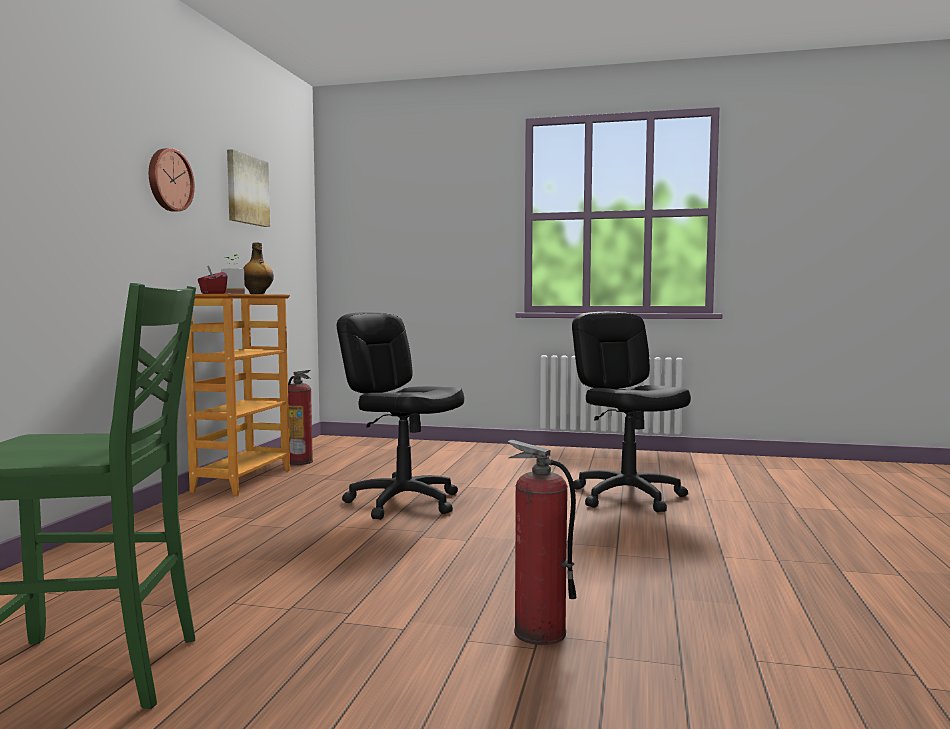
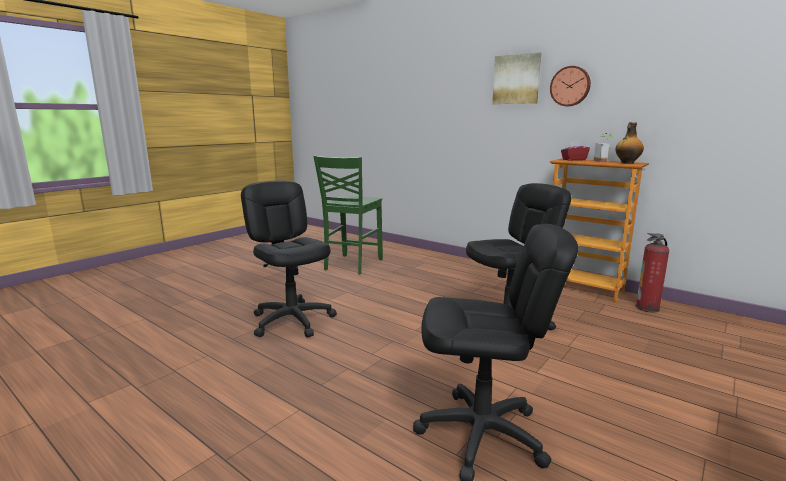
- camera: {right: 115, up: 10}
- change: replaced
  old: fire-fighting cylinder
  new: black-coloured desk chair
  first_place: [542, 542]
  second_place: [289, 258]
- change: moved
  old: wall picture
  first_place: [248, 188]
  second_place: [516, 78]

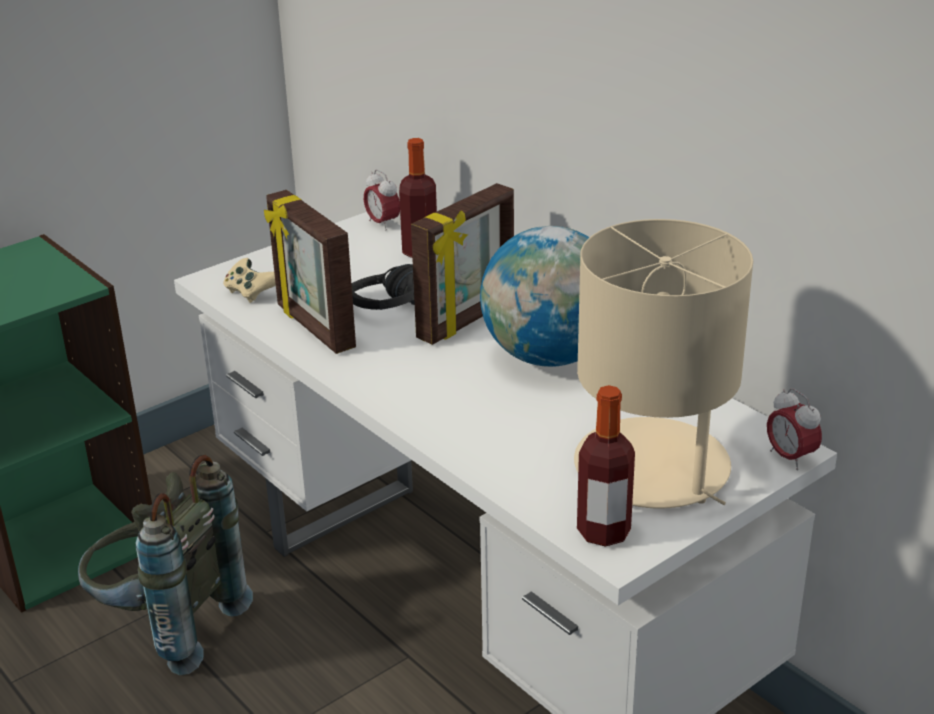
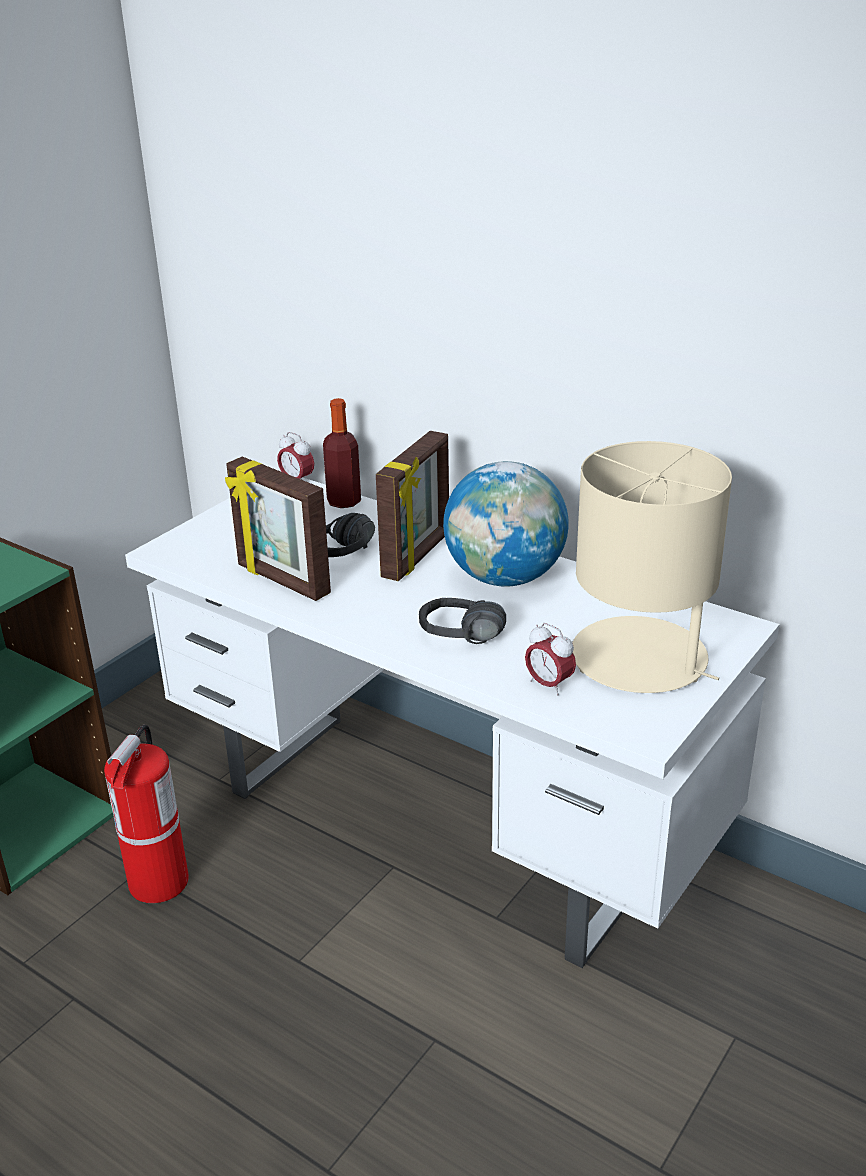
- camera: {right: -15, up: 0}
- change: replaced
  old: greyish knapsack
  new: fire-fighting cylinder
  first_place: [165, 565]
  second_place: [146, 814]
- change: added
  new: black-coloured headphones
  second_place: [462, 621]
- change: moved
  old: table clock
  first_place: [794, 429]
  second_place: [550, 659]
- change: removed
  old: sand-coloured joypad
  first_place: [249, 280]
- change: removed
  old: beverage bottle
  first_place: [606, 466]

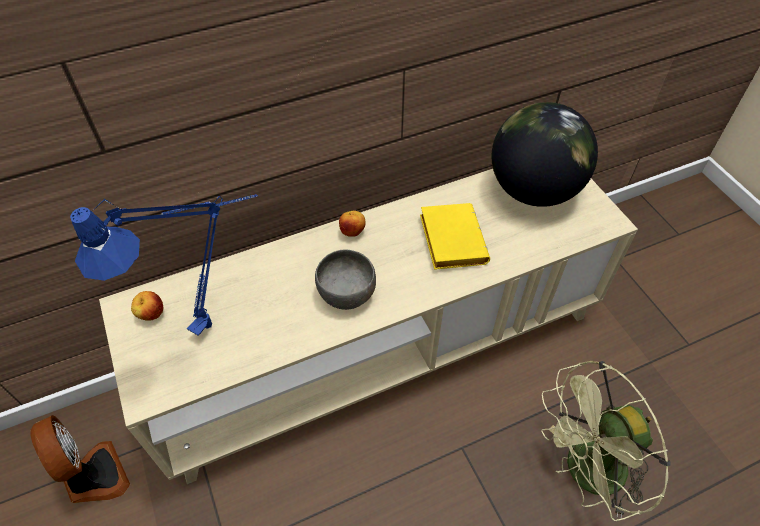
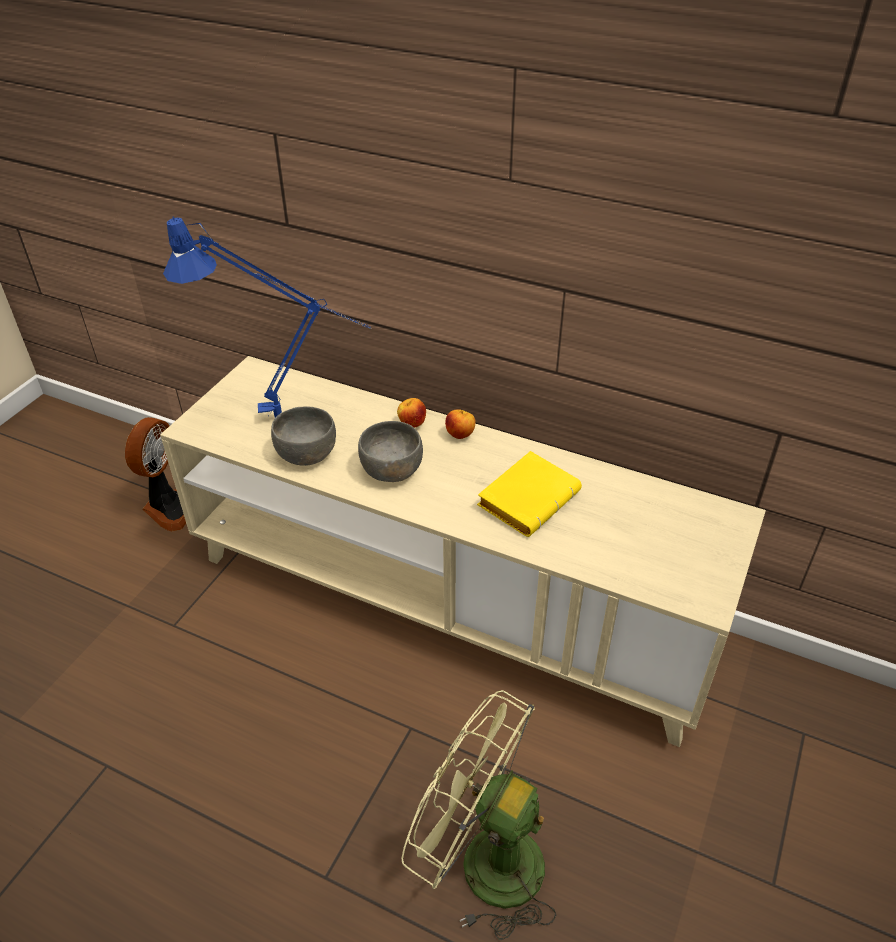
- camera: {right: 50, up: -10}
- change: added
  new: greyish serving bowl
  second_place: [303, 436]
- change: moved
  old: apple
  first_place: [147, 306]
  second_place: [411, 413]
- change: removed
  old: world globe
  first_place: [545, 154]

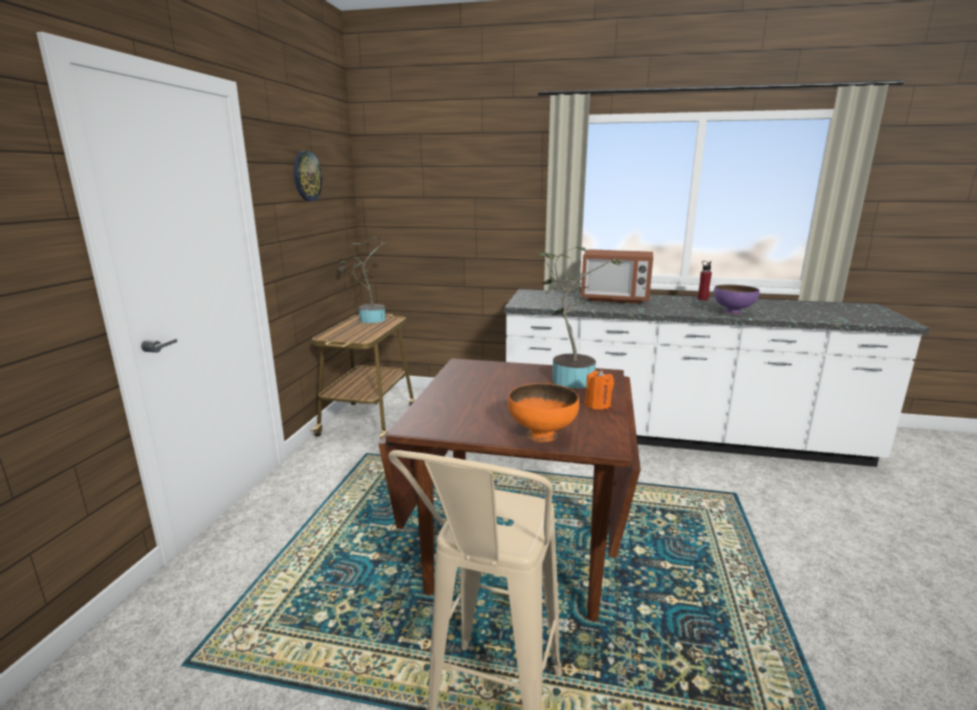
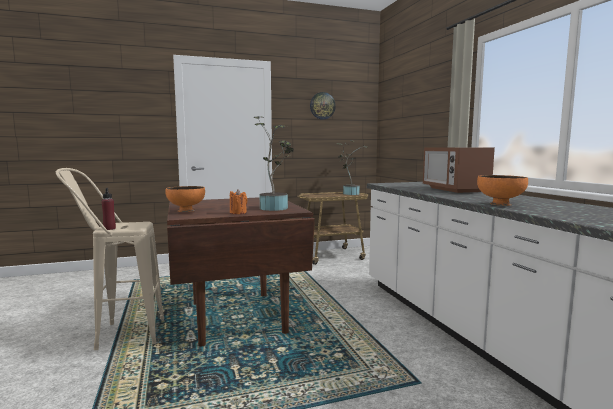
- camera: {right: 60, up: -10}
- change: moved
  old: reddish beverage bottle
  first_place: [704, 280]
  second_place: [108, 209]
- change: recoloured
  old: purple serving bowl
  new: orange serving bowl
  first_place: [736, 299]
  second_place: [502, 190]

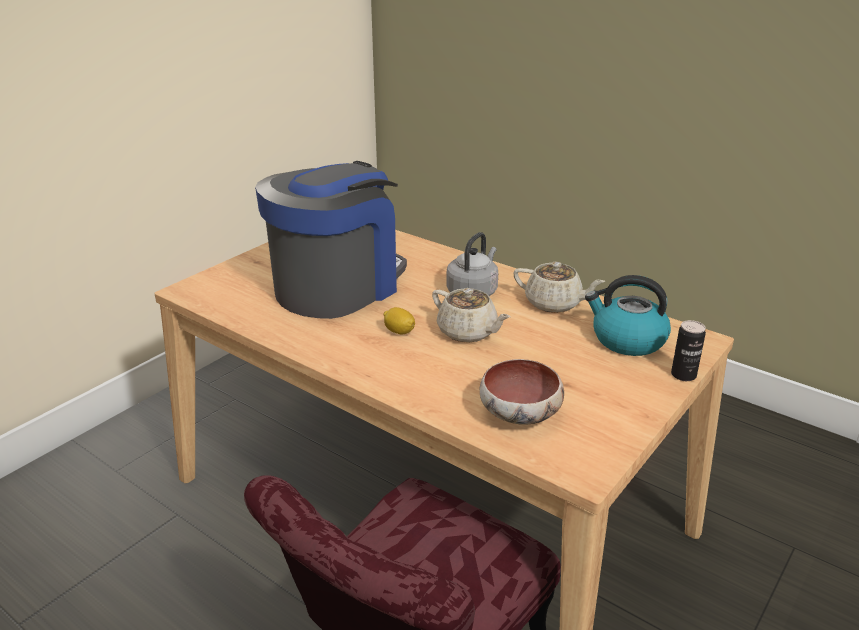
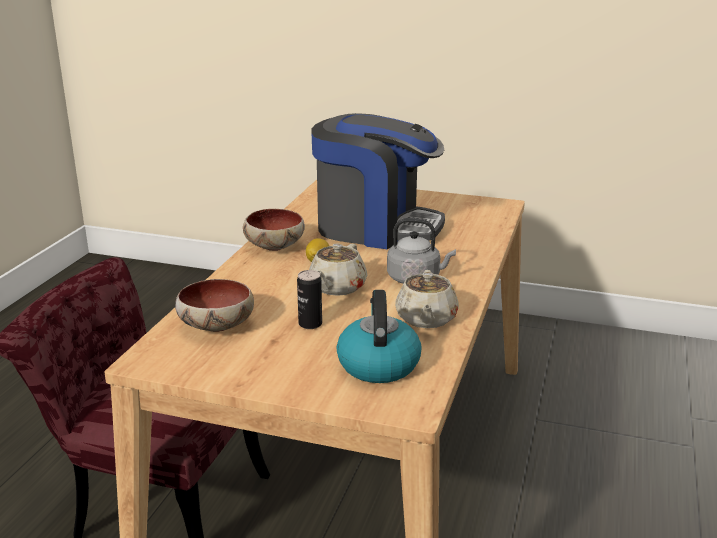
- camera: {right: 70, up: -5}
- change: added
  new: serving bowl
  second_place: [274, 230]
- change: moved
  old: metal can
  first_place: [688, 350]
  second_place: [309, 299]

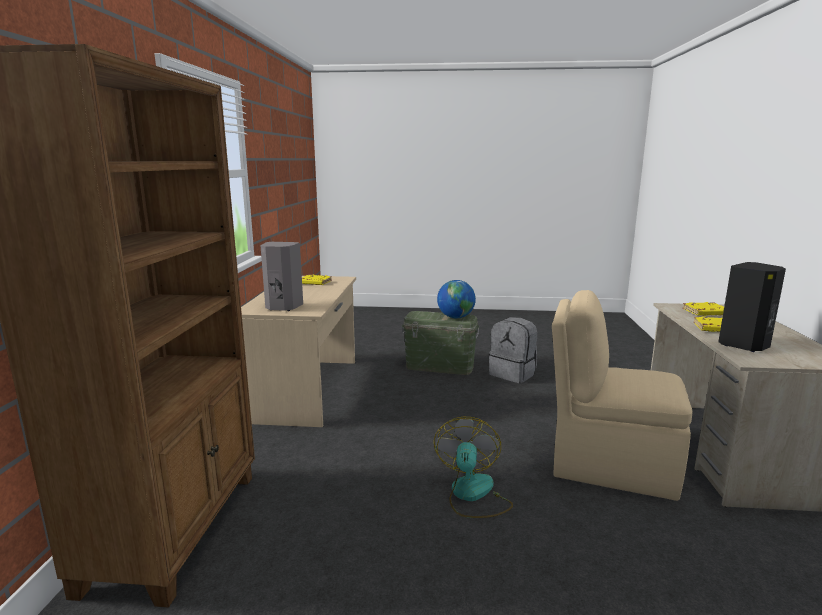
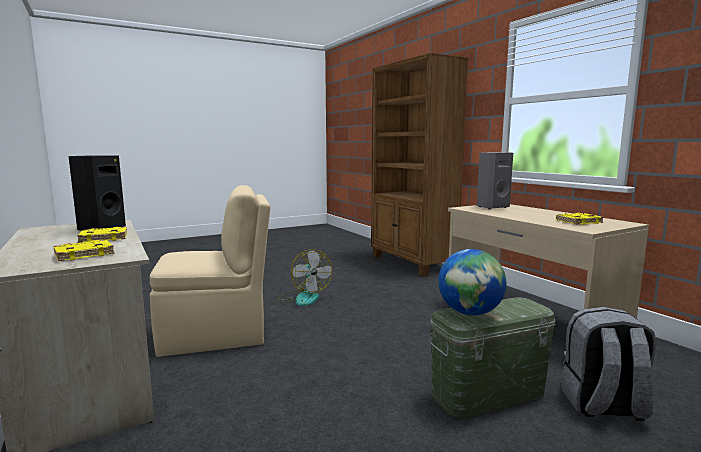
- camera: {right: 145, up: -5}
- change: moved
  old: greyish knapsack
  first_place: [513, 350]
  second_place: [609, 364]

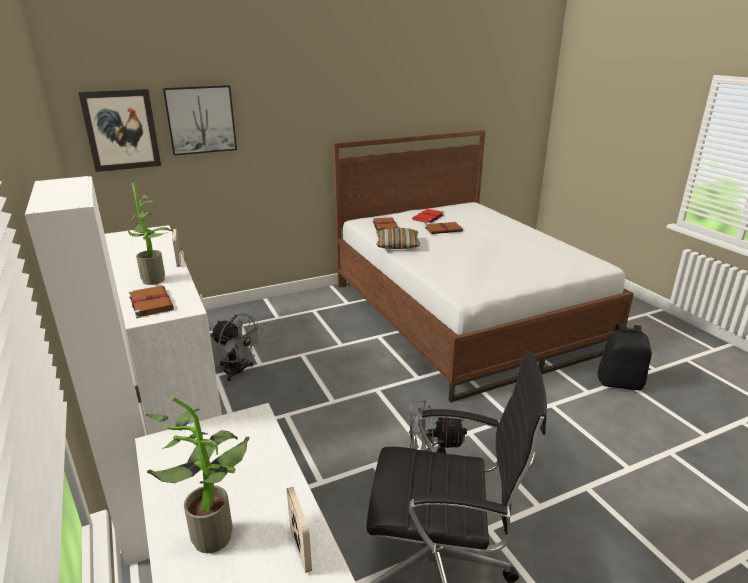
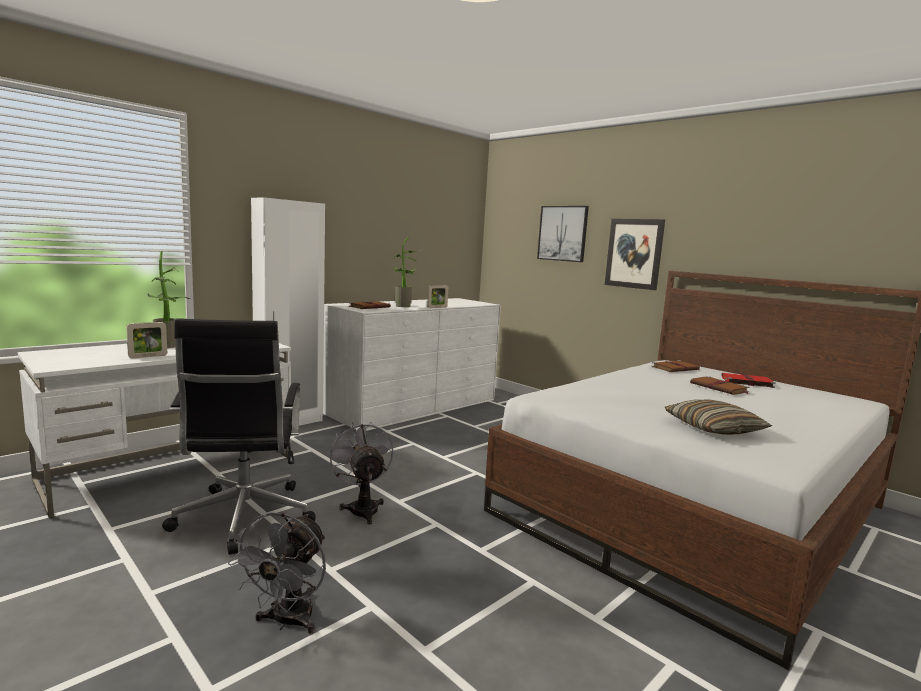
- camera: {right: 70, up: -15}
- change: moved
  old: greyish fan
  first_place: [236, 347]
  second_place: [277, 573]
- change: moved
  old: wall picture
  first_place: [119, 130]
  second_place: [635, 254]
- change: moved
  old: cushion
  first_place: [398, 238]
  second_place: [718, 417]
- change: removed
  old: black-coloured knapsack
  first_place: [624, 357]

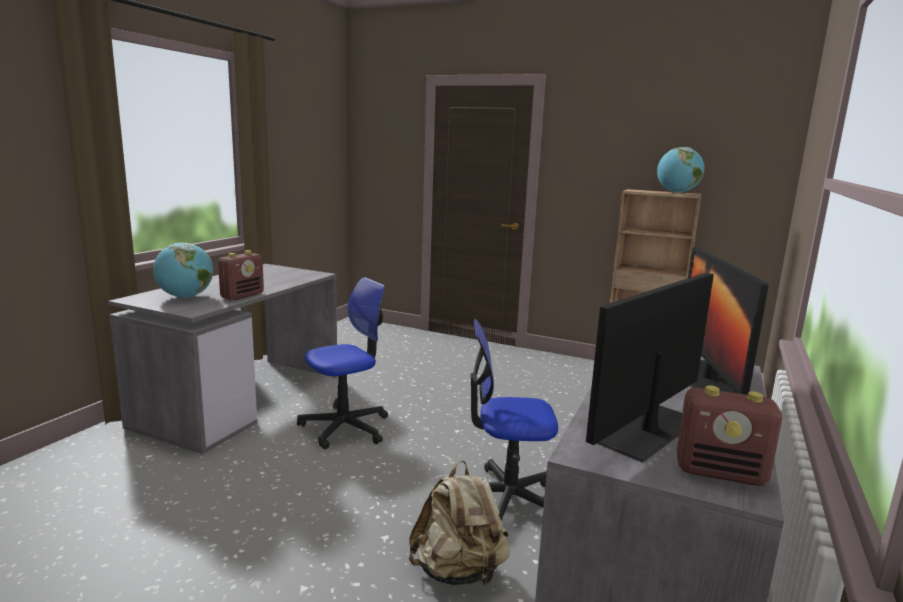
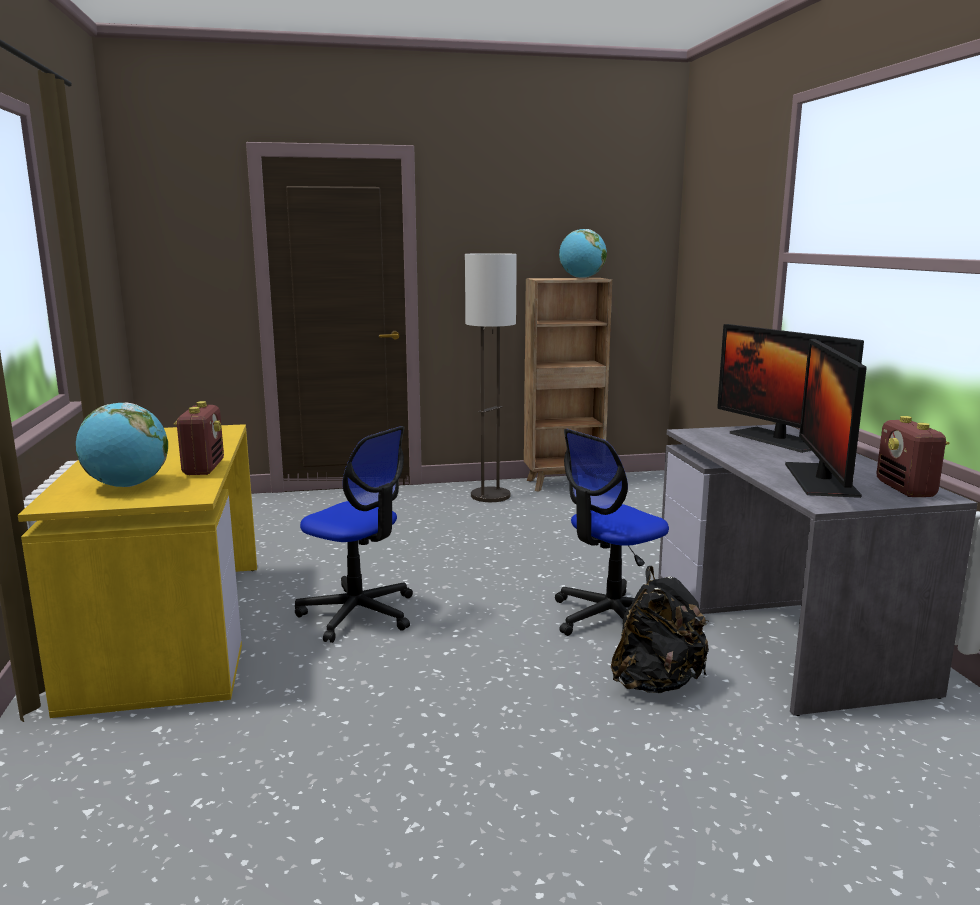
- camera: {right: -35, up: 0}
- change: recoloured
  old: greyish desk table
  new: yellow-coloured desk table
  first_place: [222, 359]
  second_place: [137, 571]
- change: turned
  old: desk chair
  first_place: [342, 363]
  second_place: [354, 534]
  degrees: 105
- change: added
  new: standard lamp
  second_place: [491, 377]
- change: recoloured
  old: sand-coloured knapsack
  new: black-coloured knapsack
  first_place: [459, 523]
  second_place: [660, 629]
- change: turned
  old: radio receiver
  first_place: [729, 435]
  second_place: [912, 456]
  degrees: 105

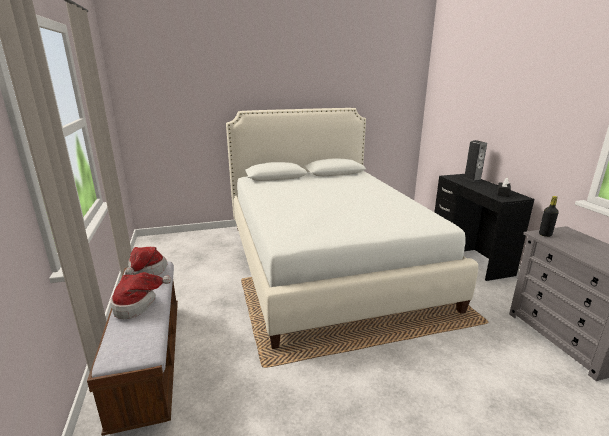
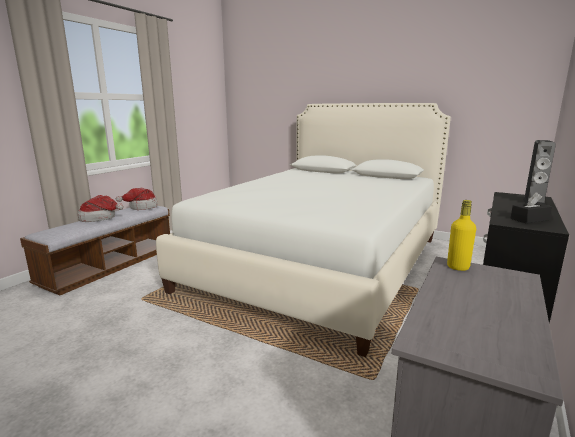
- camera: {right: 45, up: -5}
- change: recoloured
  old: black-coloured beverage bottle
  new: yellow-coloured beverage bottle
  first_place: [549, 216]
  second_place: [461, 235]

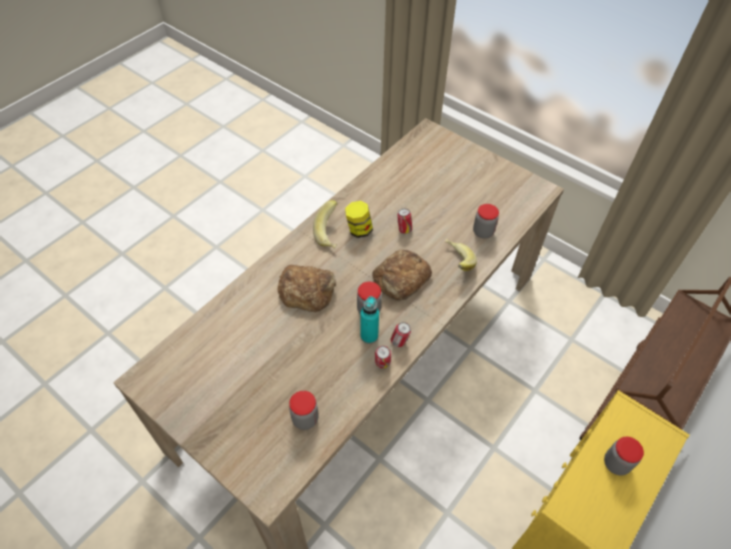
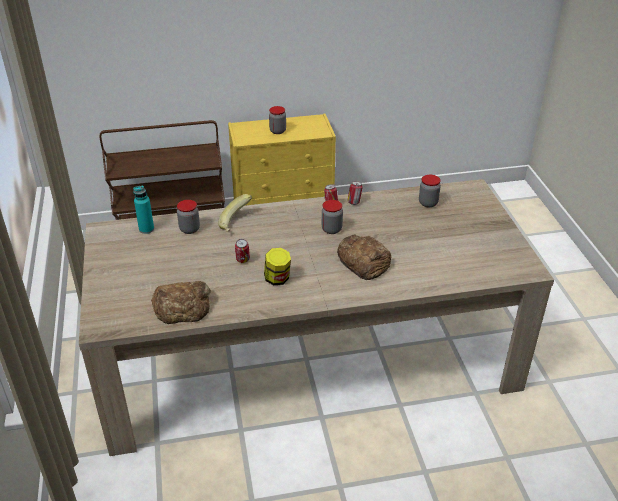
- camera: {right: -140, up: -15}
- change: moved
  old: blue-green beverage bottle
  first_place: [369, 320]
  second_place: [143, 210]
- change: moved
  old: bakery bread
  first_place: [402, 275]
  second_place: [181, 302]
- change: removed
  old: whole banana
  first_place: [325, 224]

